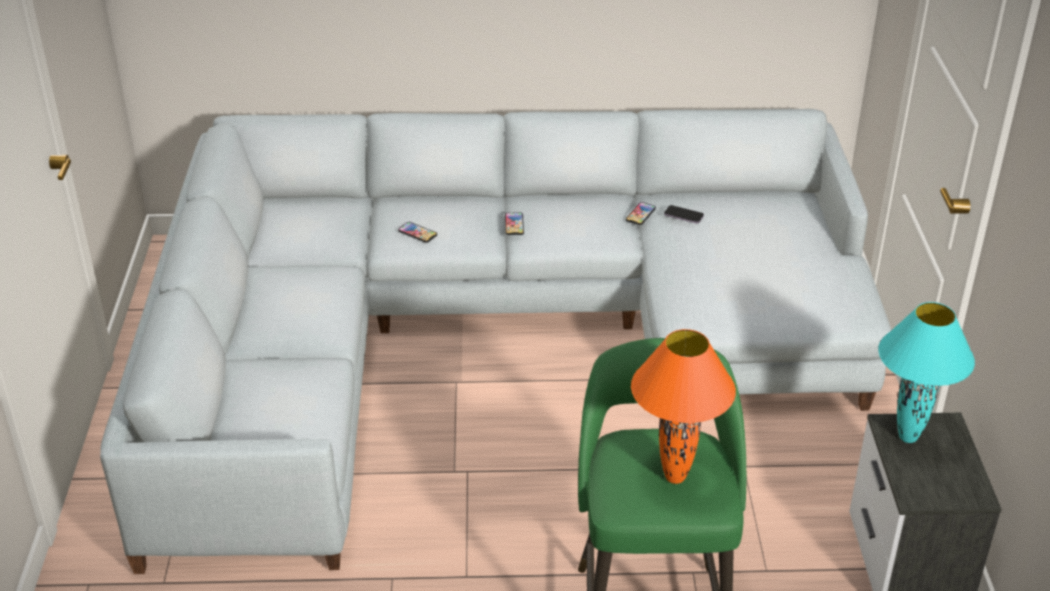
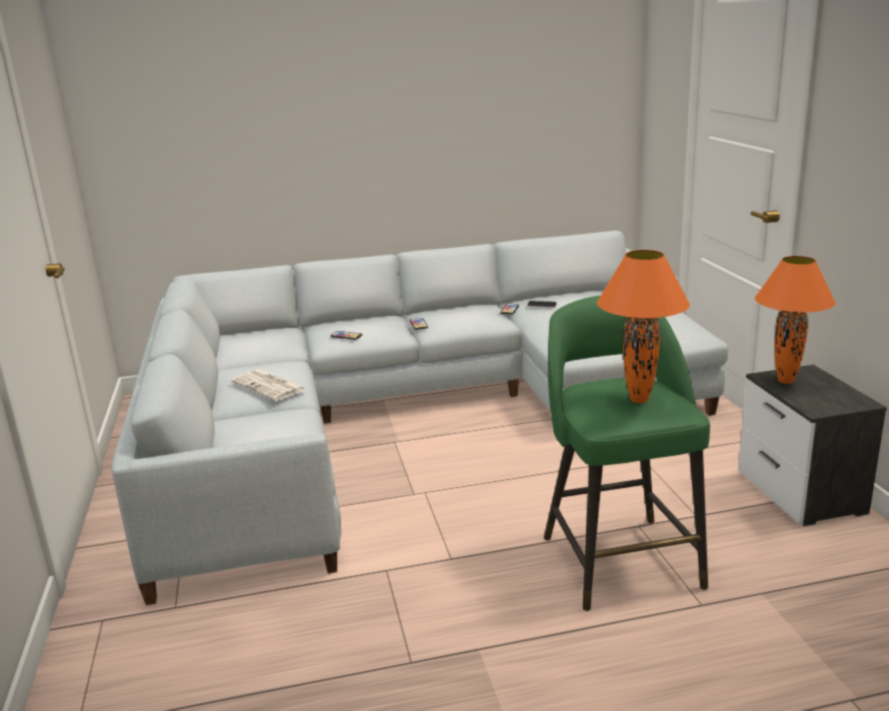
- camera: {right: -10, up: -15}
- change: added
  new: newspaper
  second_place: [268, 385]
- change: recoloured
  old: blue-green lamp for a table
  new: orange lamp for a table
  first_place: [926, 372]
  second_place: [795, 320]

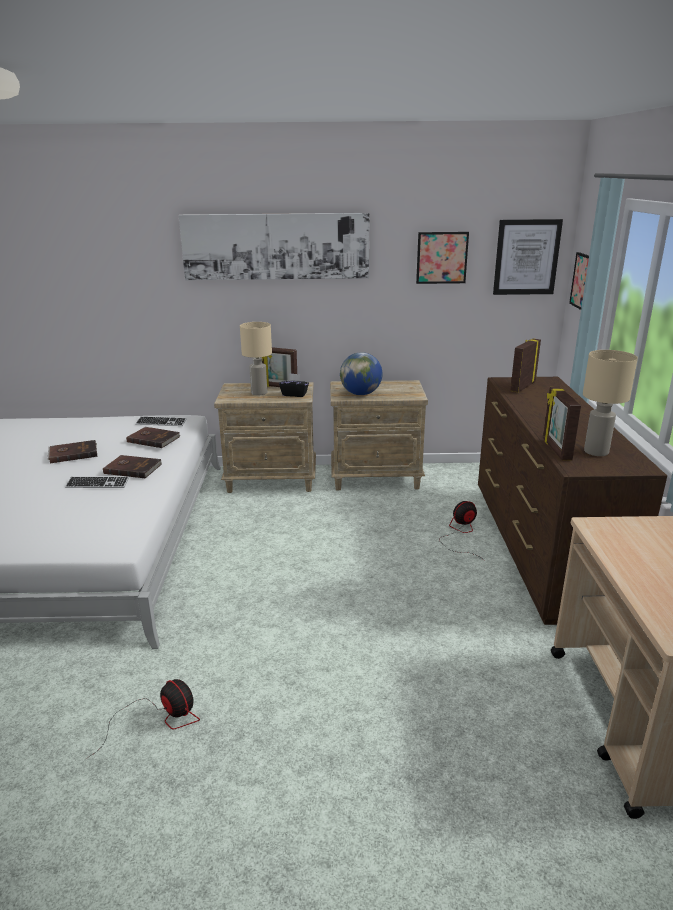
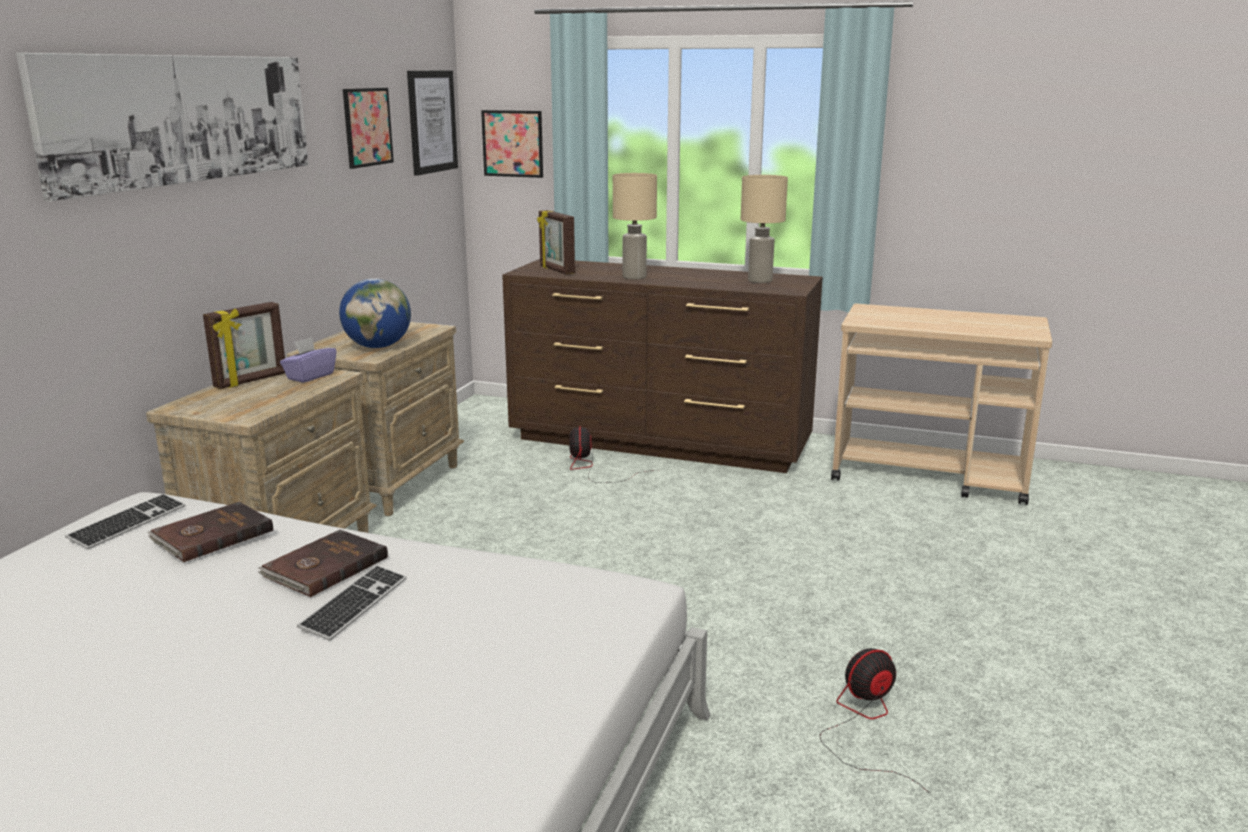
- camera: {right: -70, up: -5}
- change: recoloured
  old: black-coloured tissue box
  new: purple tissue box
  first_place: [294, 385]
  second_place: [308, 360]
- change: moved
  old: sand-coloured lamp for a table
  first_place: [256, 358]
  second_place: [635, 226]
- change: removed
  old: brown-coloured book
  first_place: [72, 451]
- change: removed
  old: photo frame
  first_place: [562, 424]

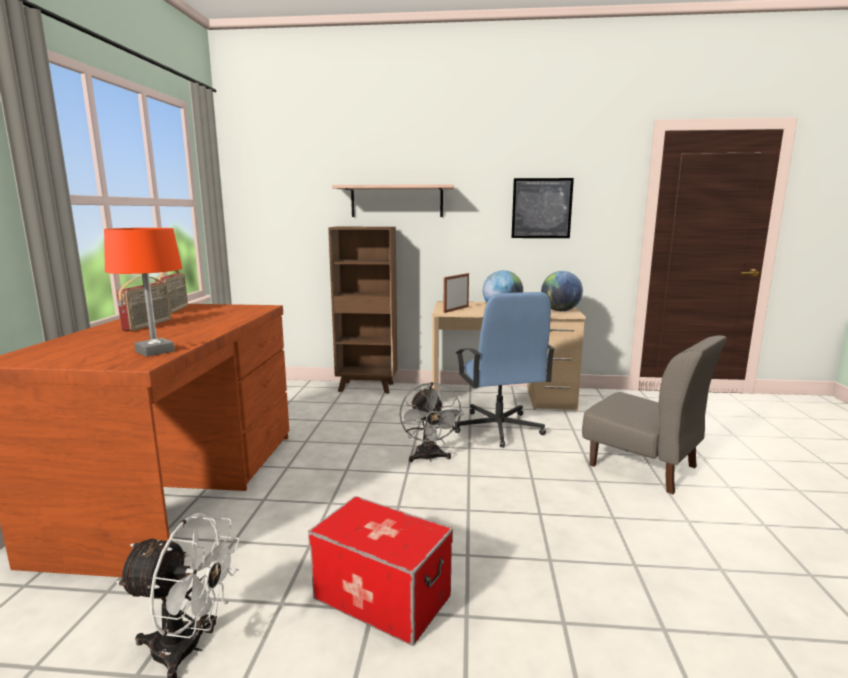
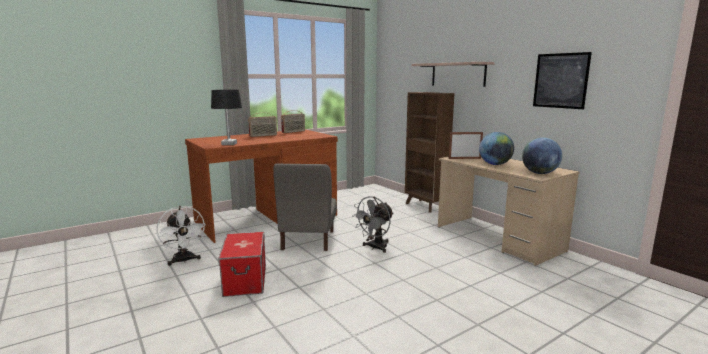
- camera: {right: 50, up: 0}
- change: recoloured
  old: orange lamp for a table
  new: black-coloured lamp for a table
  first_place: [143, 292]
  second_place: [226, 117]
- change: moved
  old: greyish plain chair
  first_place: [654, 414]
  second_place: [305, 207]
- change: removed
  old: bluish desk chair
  first_place: [505, 370]

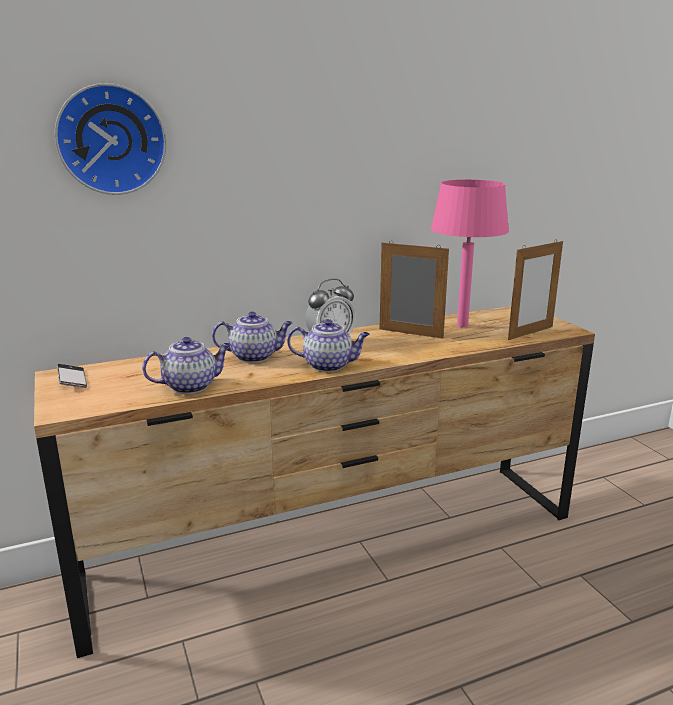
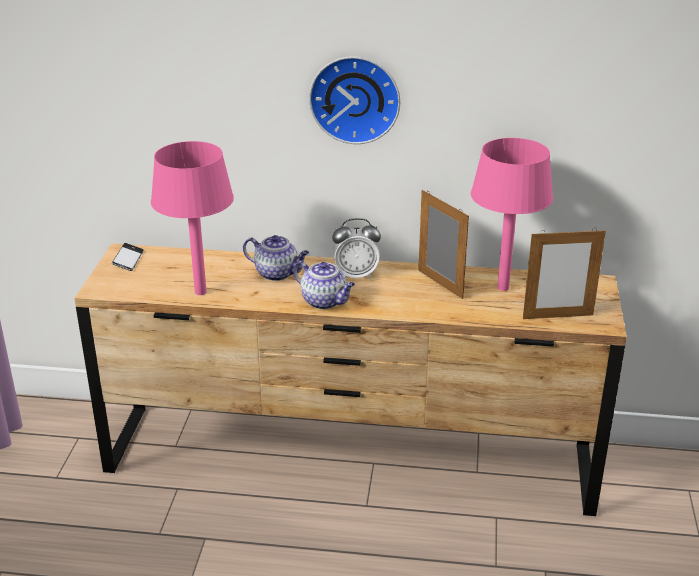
- camera: {right: 30, up: 10}
- change: replaced
  old: teapot
  new: pink lamp for a table
  first_place: [186, 365]
  second_place: [192, 218]
- change: moved
  old: hanging clock
  first_place: [111, 139]
  second_place: [354, 100]

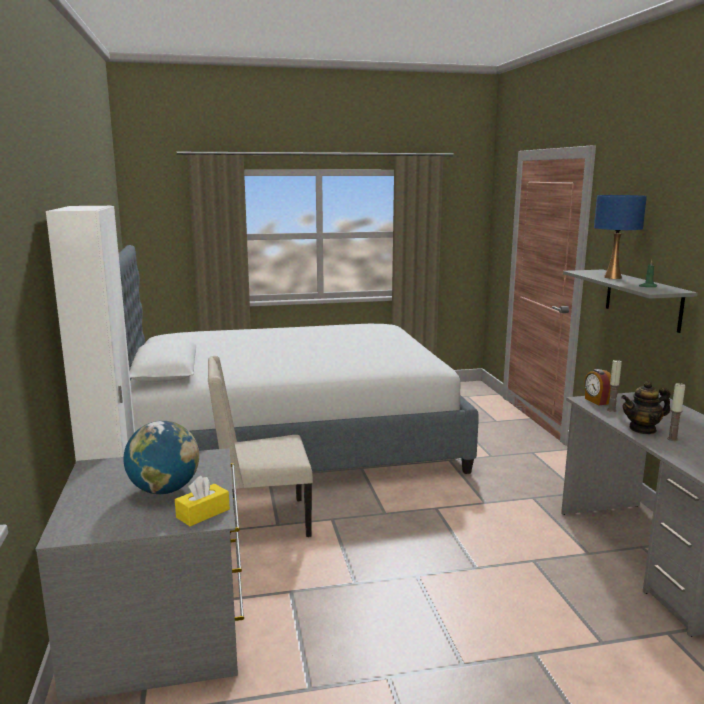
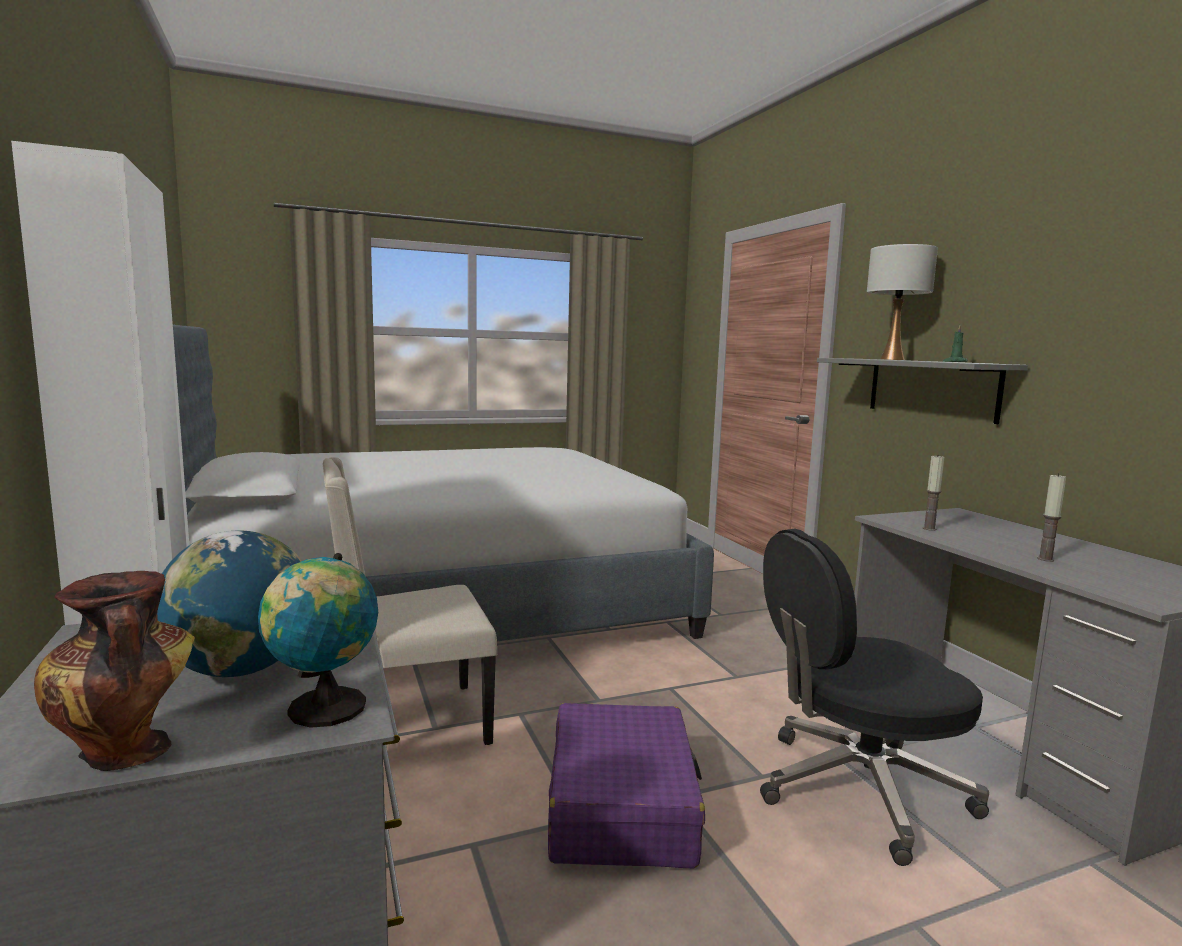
- camera: {right: -10, up: -5}
- change: added
  new: flower vase
  second_place: [114, 671]
- change: replaced
  old: yellow-coloured tissue box
  new: world globe
  first_place: [202, 501]
  second_place: [318, 640]
- change: added
  new: purple travel case
  second_place: [626, 786]
- change: added
  new: black-coloured desk chair
  second_place: [874, 697]
- change: recoloured
  old: bluish lamp for a table
  new: whitish lamp for a table
  first_place: [620, 237]
  second_place: [902, 302]
- change: removed
  old: table clock
  first_place: [597, 387]
- change: removed
  old: teapot
  first_place: [645, 407]

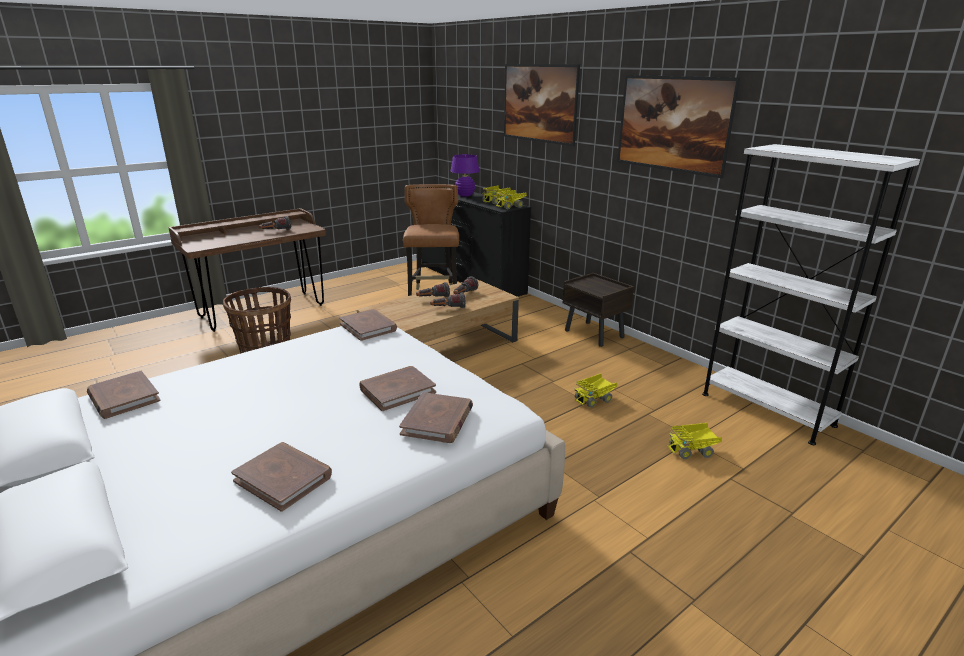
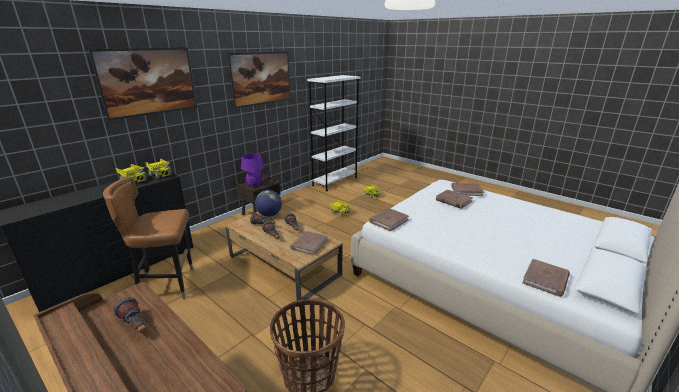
- camera: {right: -100, up: 0}
- change: moved
  old: purple lamp for a table
  first_place: [465, 175]
  second_place: [252, 169]
- change: added
  new: world globe
  second_place: [268, 203]
- change: moved
  old: brown-coloured book
  first_place: [281, 477]
  second_place: [309, 243]

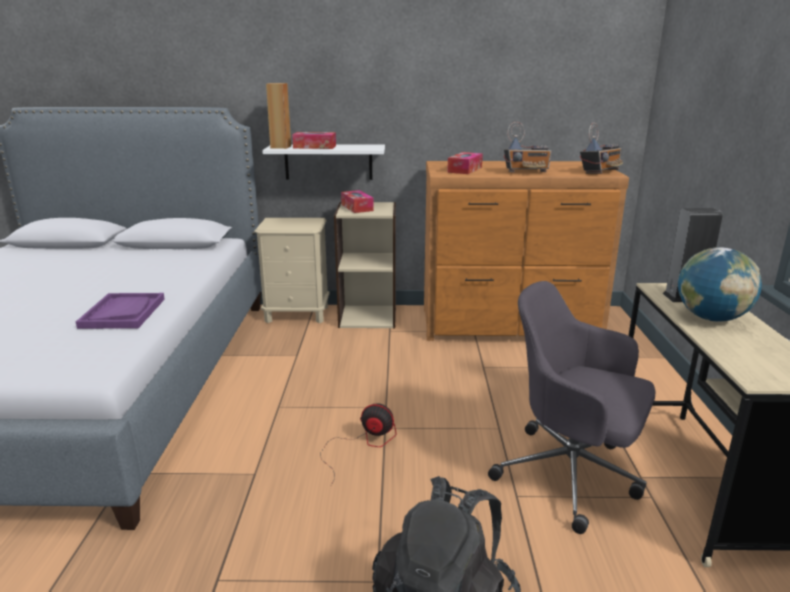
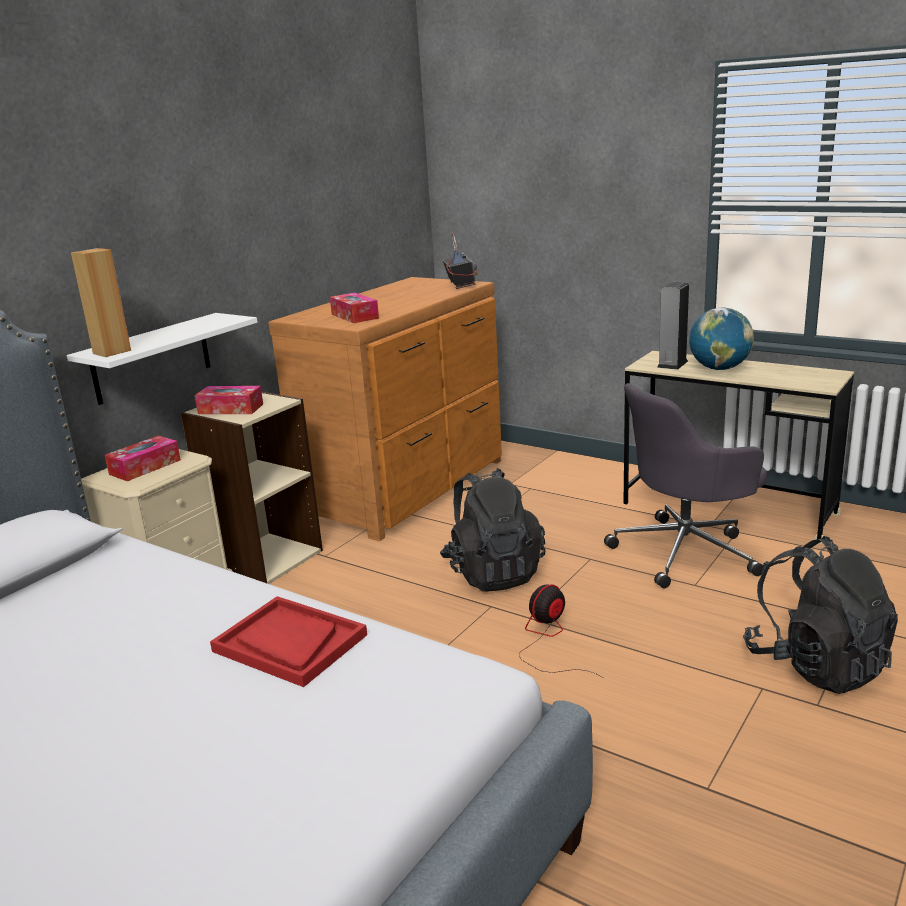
- camera: {right: -55, up: 0}
- change: moved
  old: tissue box
  first_place: [314, 140]
  second_place: [143, 458]
- change: recoloured
  old: purple carrying tray
  new: reddish carrying tray
  first_place: [120, 311]
  second_place: [288, 641]
- change: added
  new: black-coloured knapsack
  second_place: [492, 530]
- change: removed
  old: radio receiver
  first_place: [527, 147]

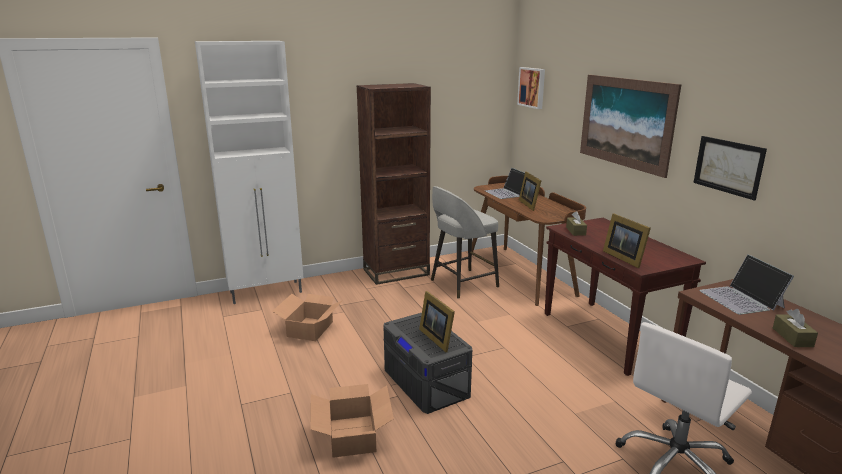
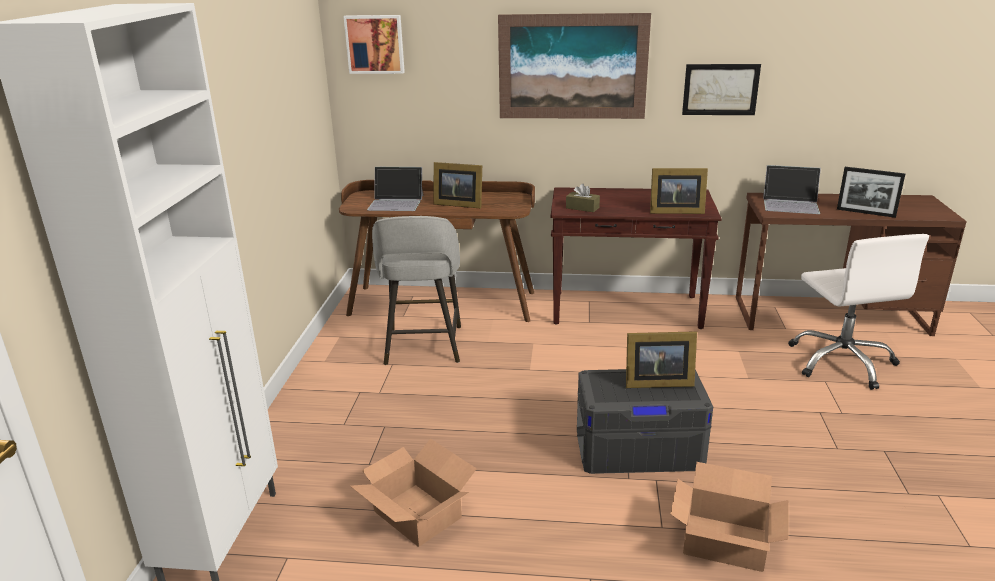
- camera: {right: -60, up: 5}
- change: replaced
  old: brown-coloured tissue box
  new: photo frame
  first_place: [795, 328]
  second_place: [871, 192]
- change: removed
  old: brown-coloured shelving unit
  first_place: [393, 184]

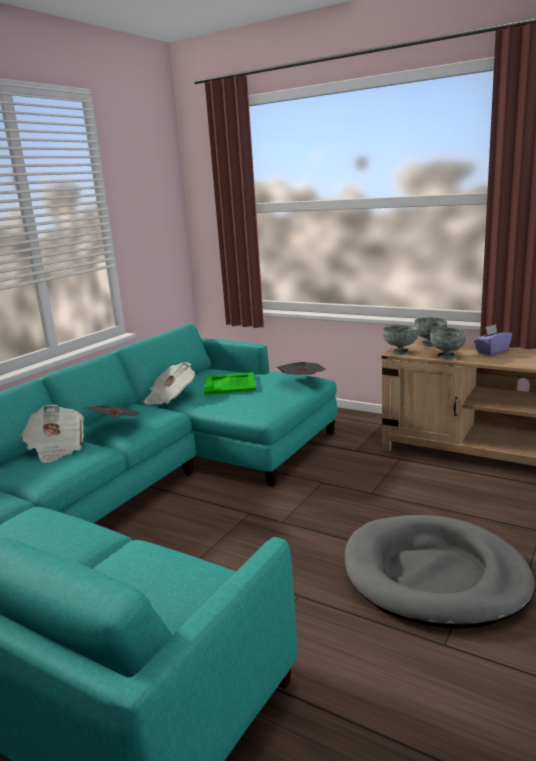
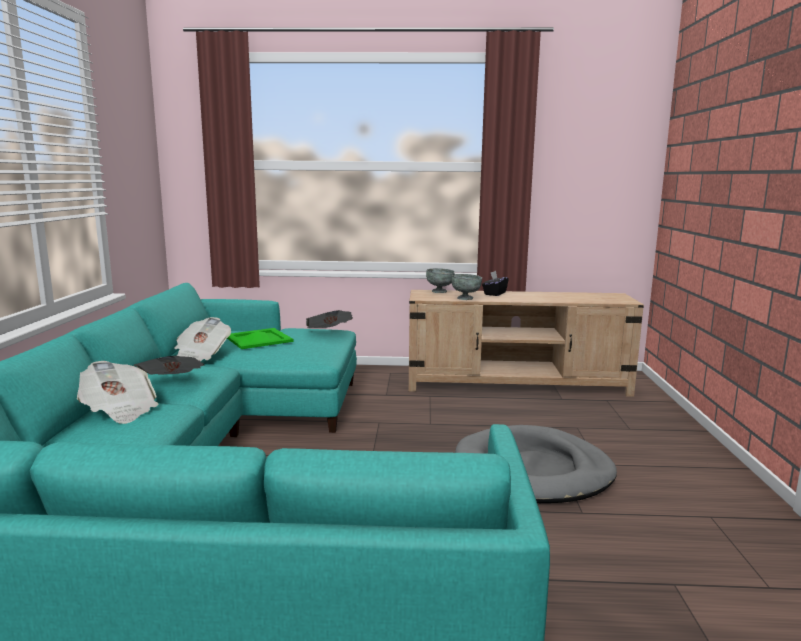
- camera: {right: -30, up: -5}
- change: recoloured
  old: purple tissue box
  new: black-coloured tissue box
  first_place: [493, 339]
  second_place: [495, 283]
- change: removed
  old: greyish serving bowl
  first_place: [400, 340]

